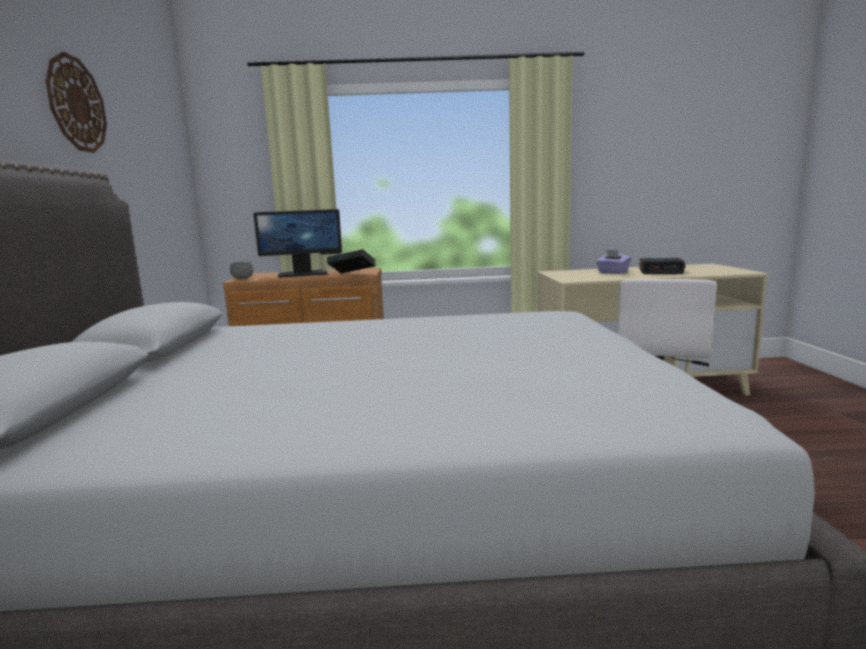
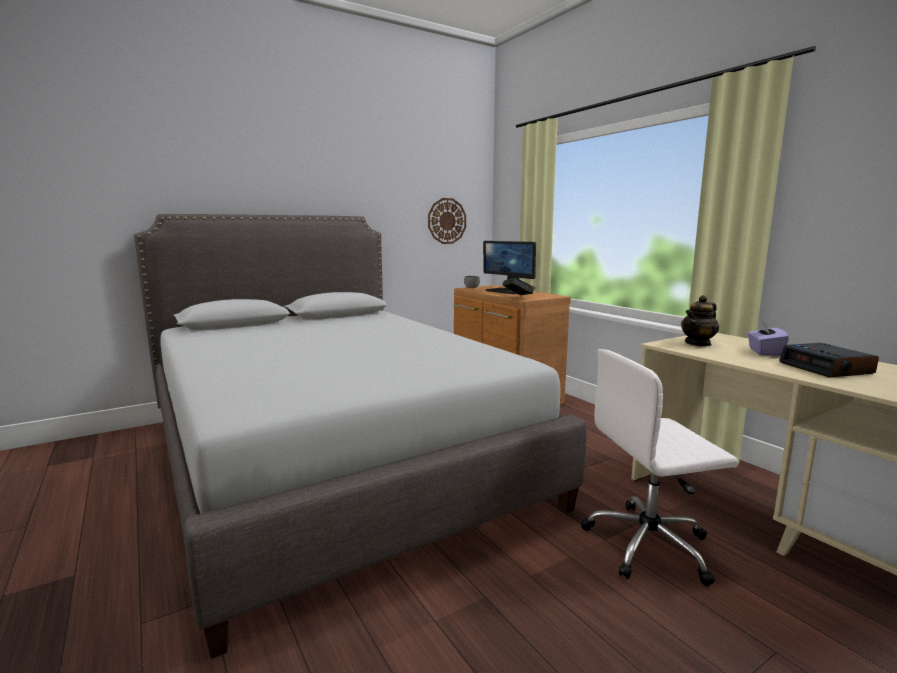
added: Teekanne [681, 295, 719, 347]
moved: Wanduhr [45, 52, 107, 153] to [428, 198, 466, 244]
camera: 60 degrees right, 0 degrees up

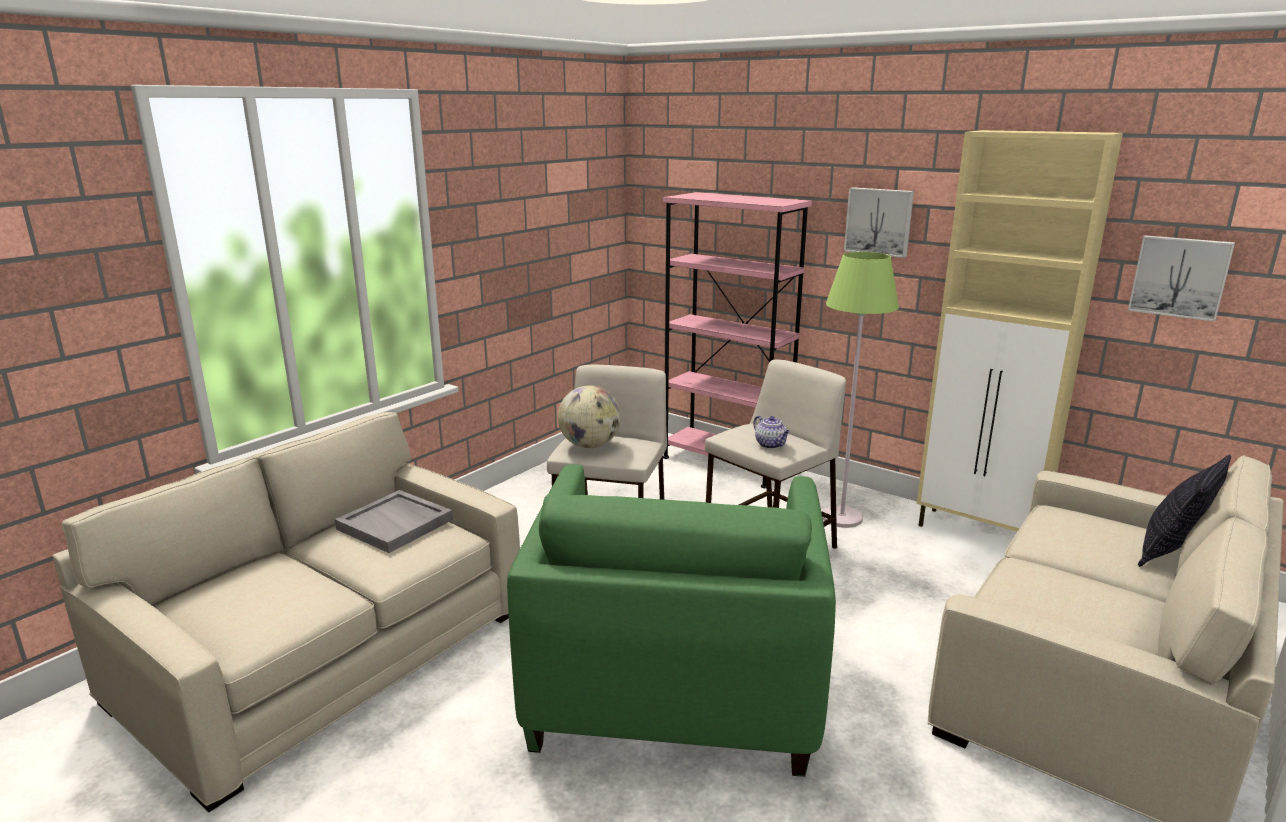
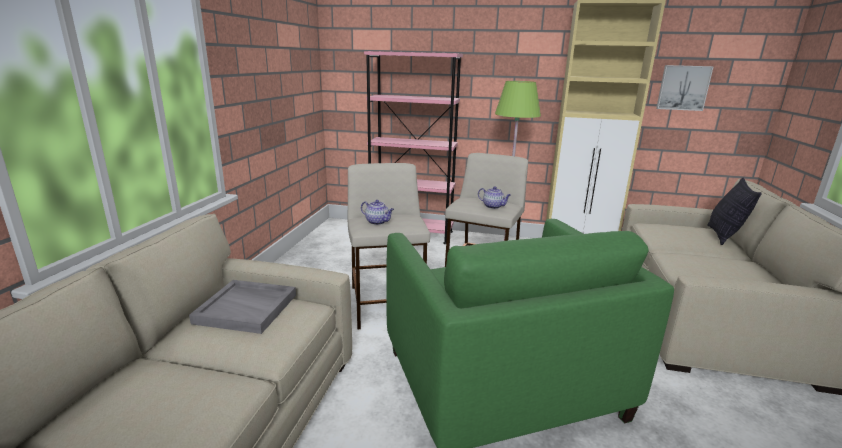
removed: Bild [844, 187, 914, 258]
replaced: Globus [558, 385, 621, 448] to Teekanne [361, 200, 394, 225]
camera: 25 degrees left, 0 degrees up

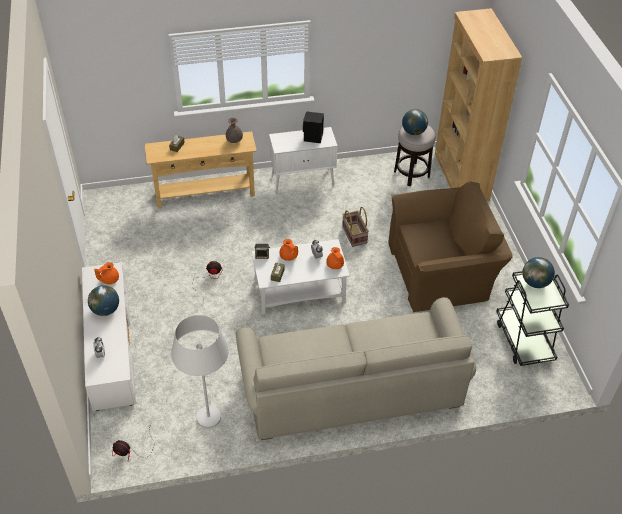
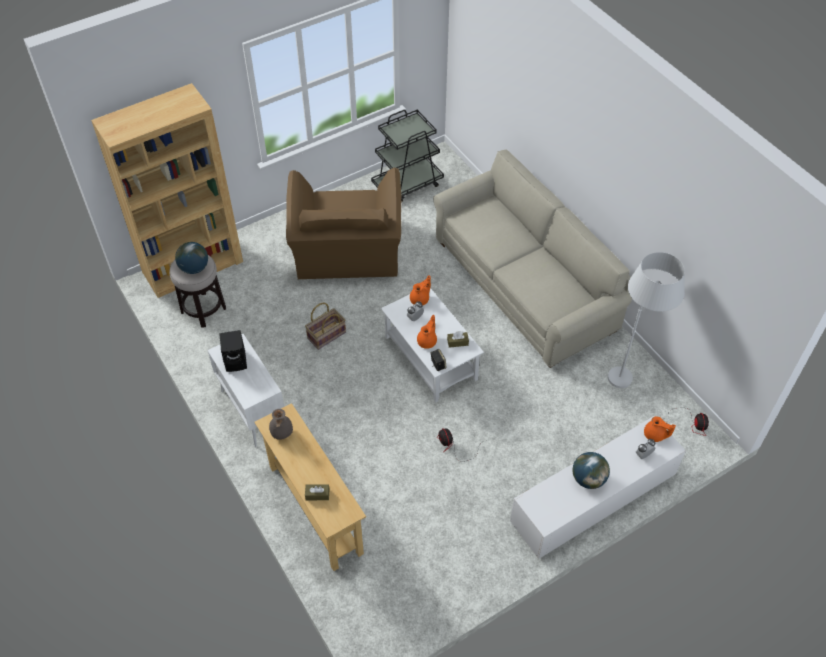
removed: Globus [523, 257, 555, 288]
moved: Teekanne/orange [94, 262, 119, 284] to [644, 416, 676, 442]
turned: Sessel/braun [388, 181, 513, 312] = [286, 167, 401, 279] 150 degrees counterclockwise
camera: 110 degrees left, 5 degrees up

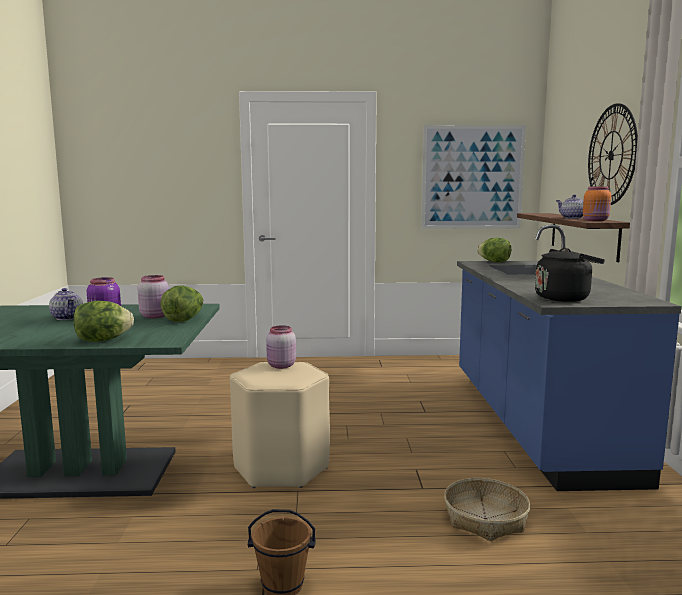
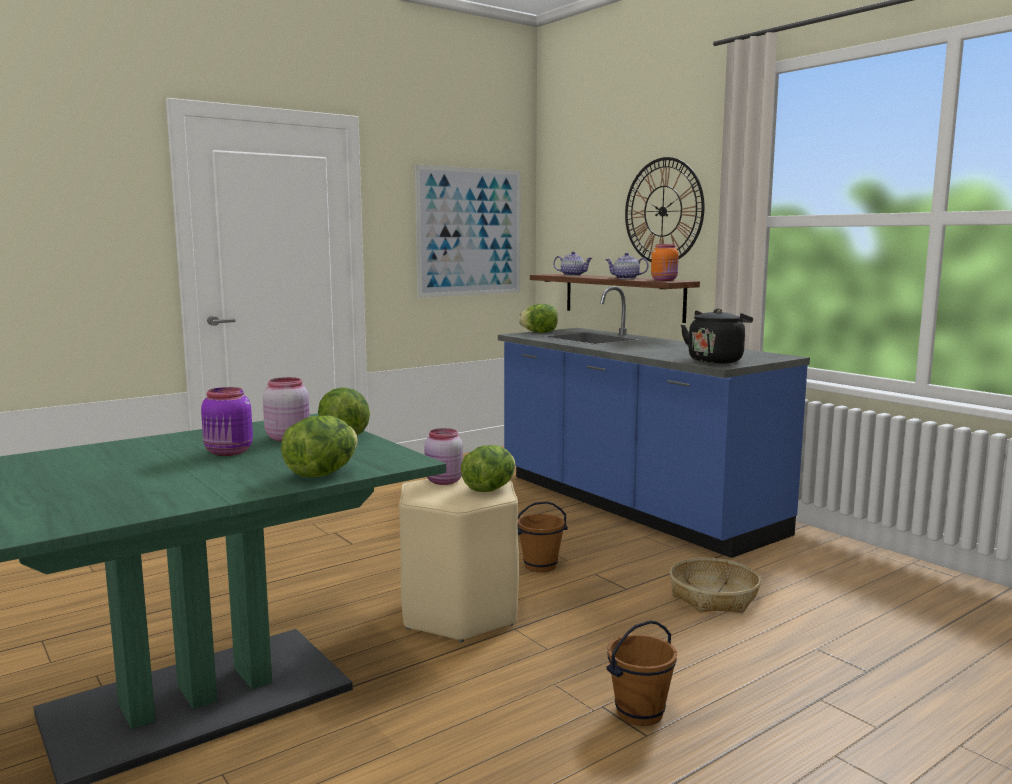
added: Salatkopf [461, 445, 515, 492]; Eimer/braun [518, 501, 568, 572]
moved: Teekanne [49, 288, 83, 320] to [553, 252, 593, 276]
camera: 35 degrees left, 0 degrees up

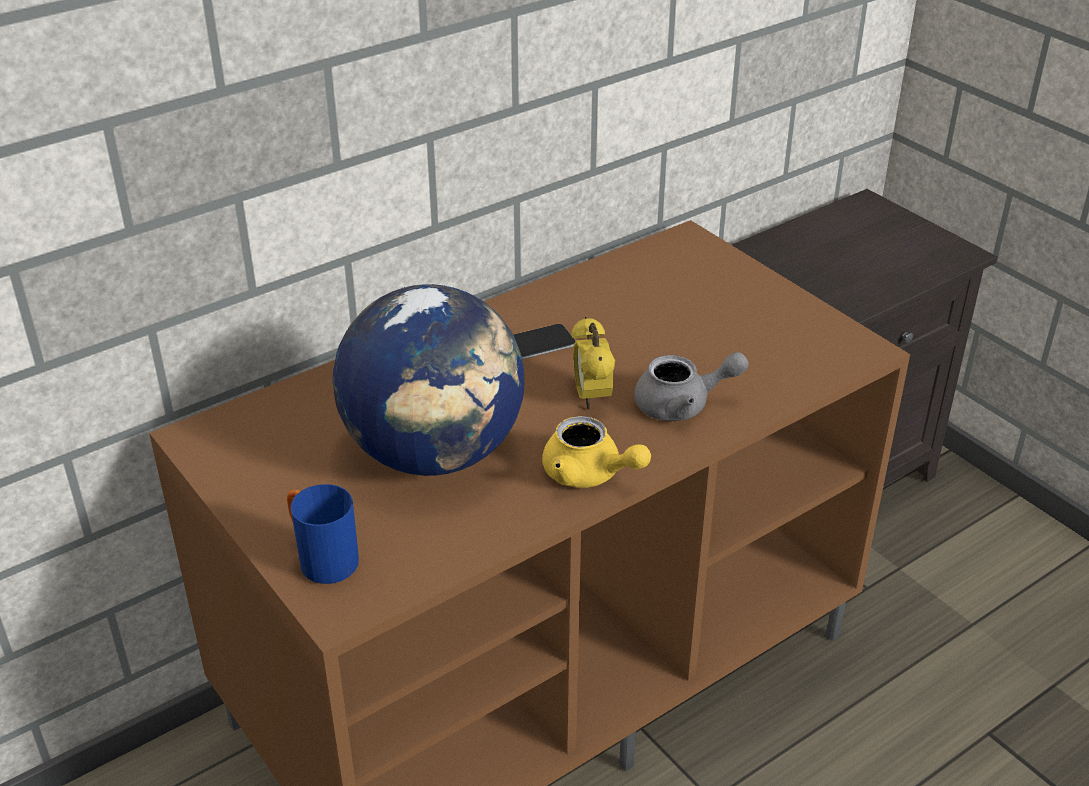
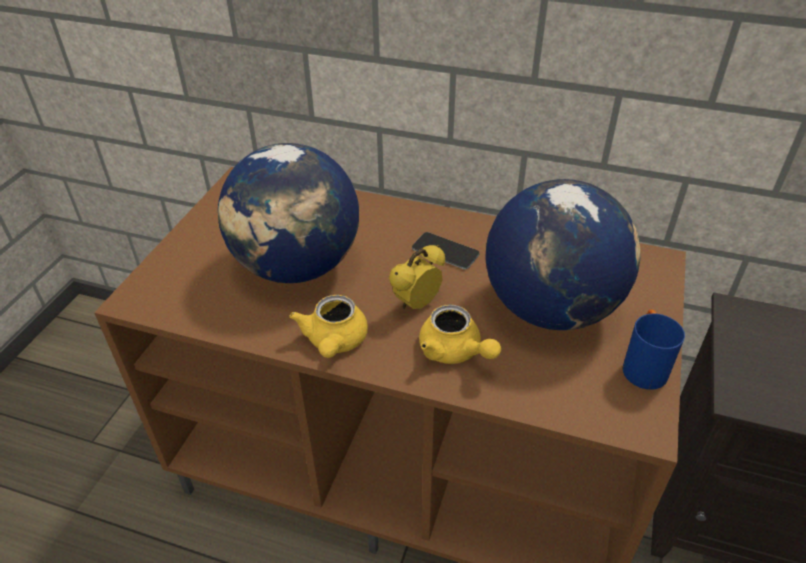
added: Globus [485, 179, 641, 330]
moved: Henkelbecher/blau [287, 484, 359, 584] to [622, 309, 685, 390]
recoloured: Teekanne/grau [634, 352, 749, 421] to Teekanne/gelb [419, 305, 501, 364]
camera: 55 degrees right, 5 degrees up

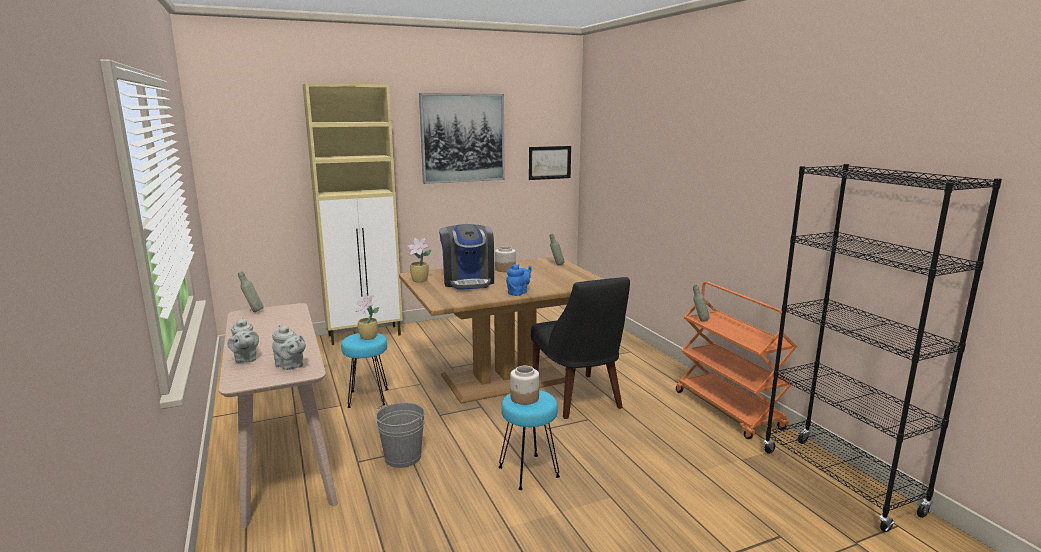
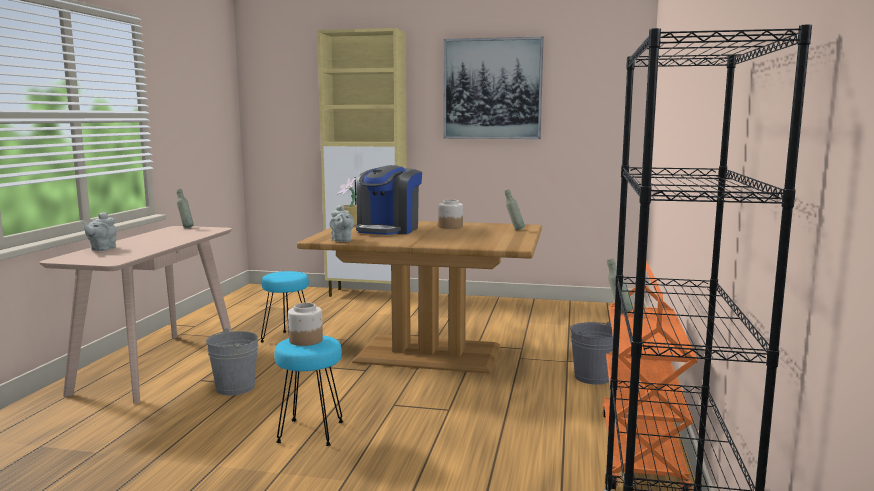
removed: Bild [529, 146, 571, 180]; Teekanne/blau [506, 264, 532, 296]; Stuhl/schwarz [531, 277, 630, 419]; Topfpflanze [356, 294, 379, 340]
added: Eimer/grau [570, 322, 613, 385]
moved: Teekanne/grau [272, 325, 306, 370] to [330, 204, 355, 242]
camera: 35 degrees right, 5 degrees down

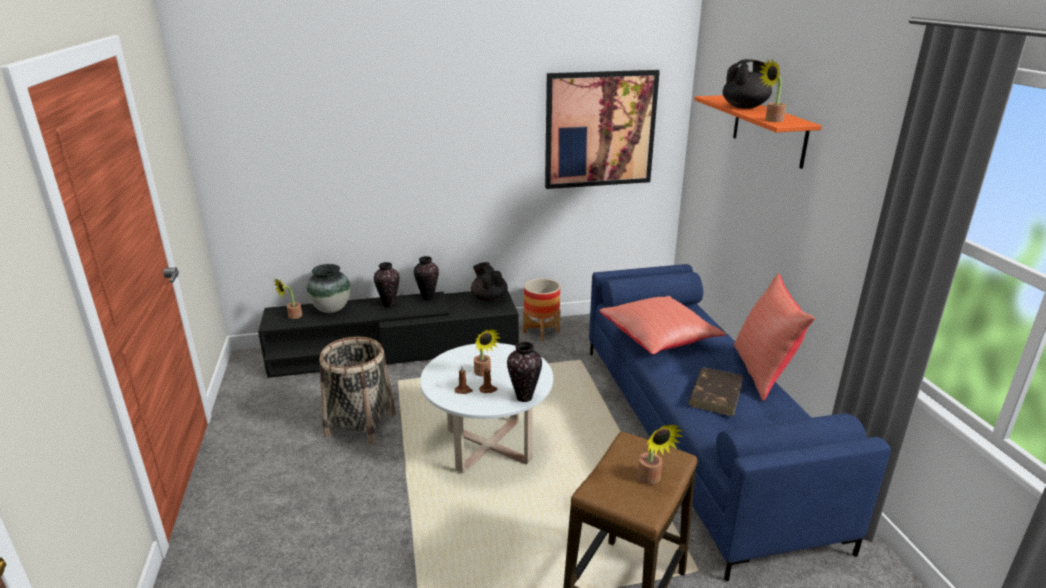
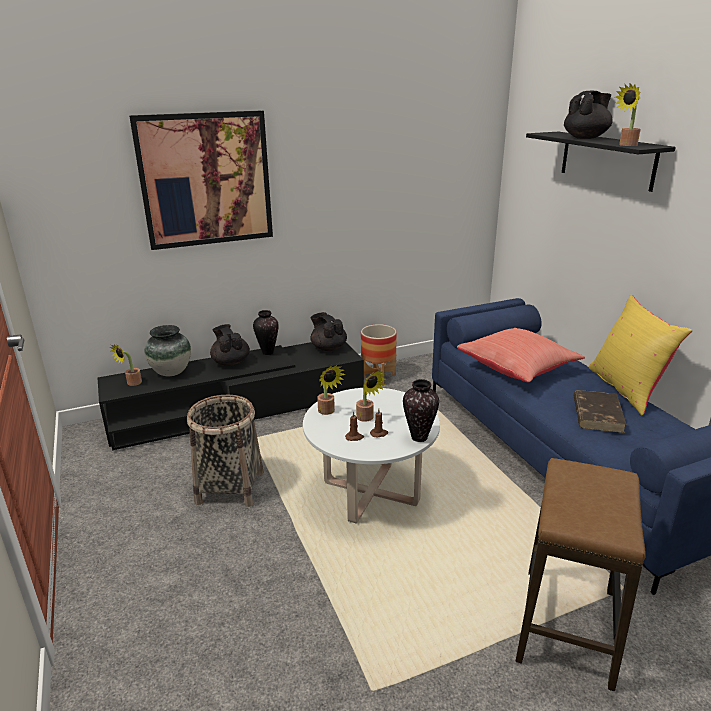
moved: Bild [545, 70, 660, 189] to [129, 110, 273, 250]; Topfpflanze [637, 424, 683, 484] to [317, 365, 345, 415]
replaced: Vase [374, 262, 399, 307] to Teekanne/schwarz [210, 324, 250, 366]
recoloured: Wandregal/orange [694, 95, 822, 169] to Wandregal/schwarz [526, 132, 676, 192]; Kissen/rot [734, 274, 815, 401] to Kissen/gelb [589, 295, 692, 416]
camera: 10 degrees left, 0 degrees up

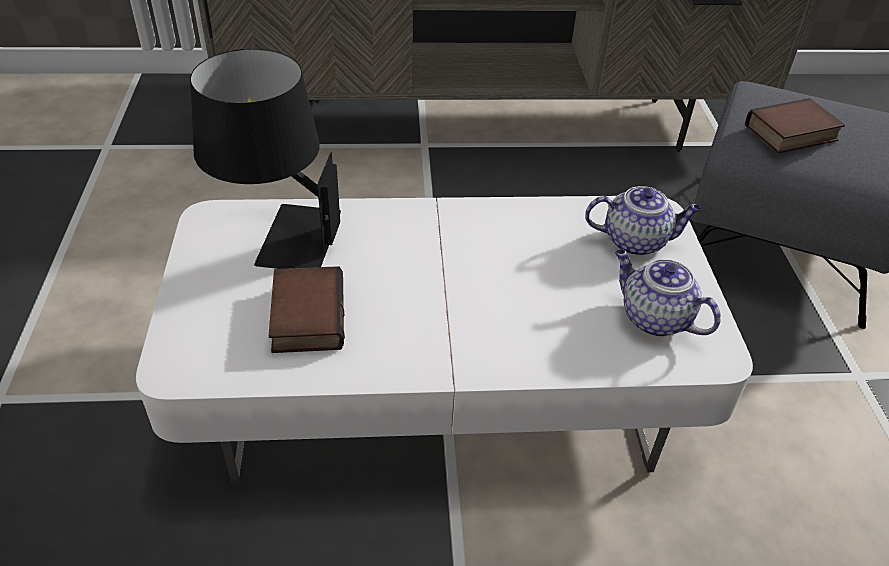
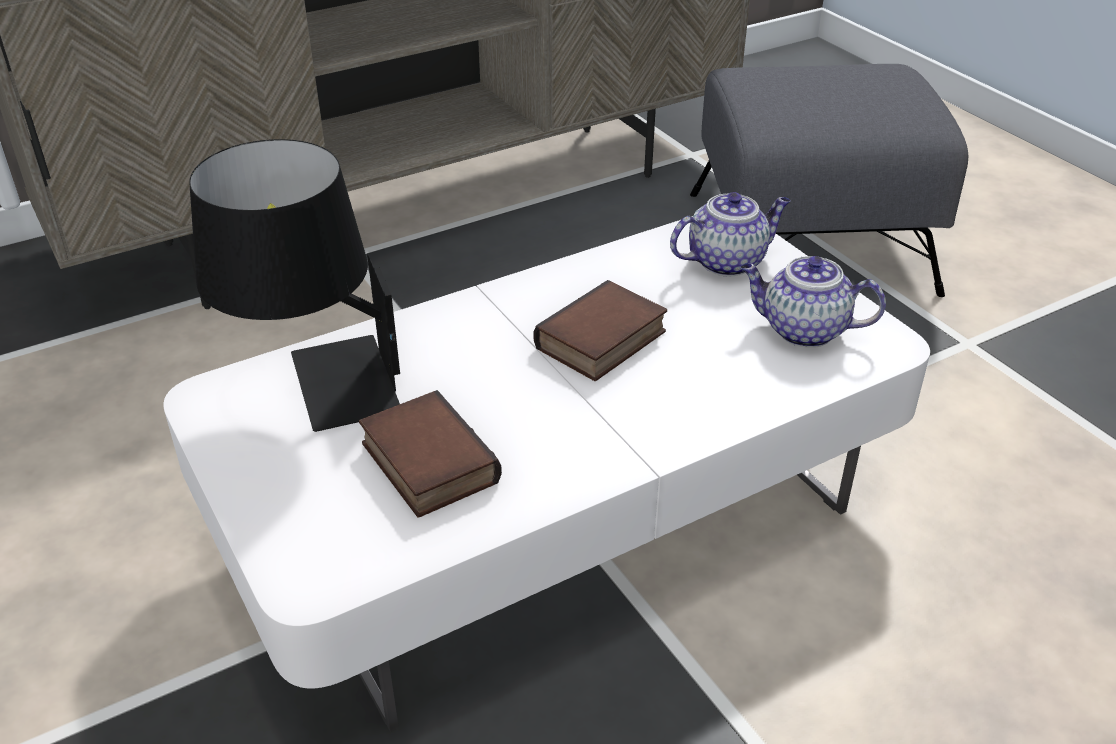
moved: Buch [745, 98, 845, 154] to [534, 280, 667, 381]
camera: 25 degrees left, 5 degrees down

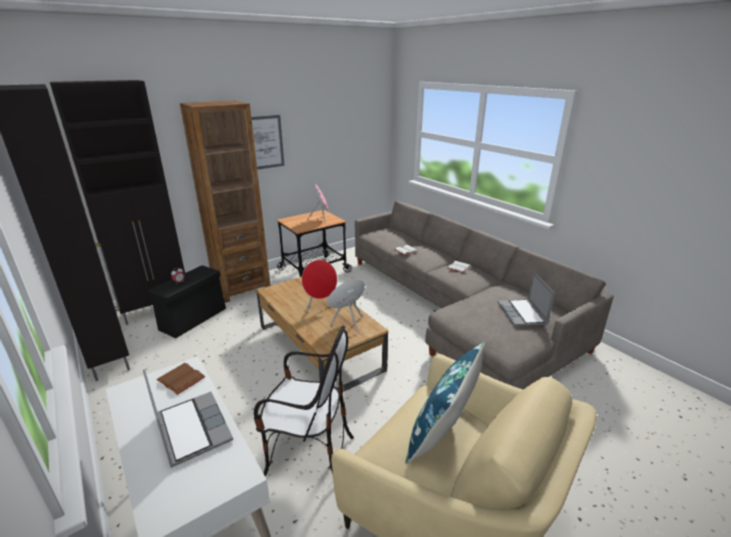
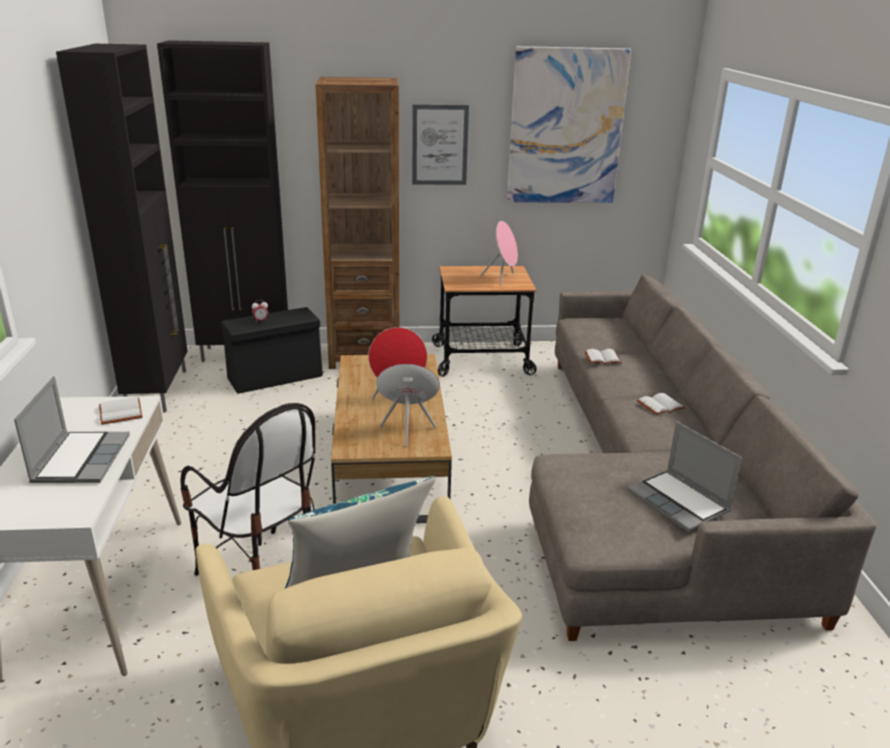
added: Bild [507, 46, 631, 203]
recoloured: Buch/braun [156, 363, 205, 395] to Buch/weiß [99, 397, 142, 425]
turned: Laptop [498, 271, 555, 326] = [627, 421, 742, 532] 60 degrees counterclockwise
camera: 30 degrees right, 0 degrees up

